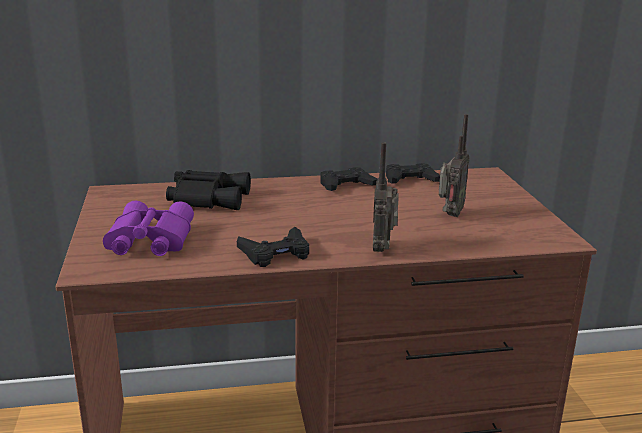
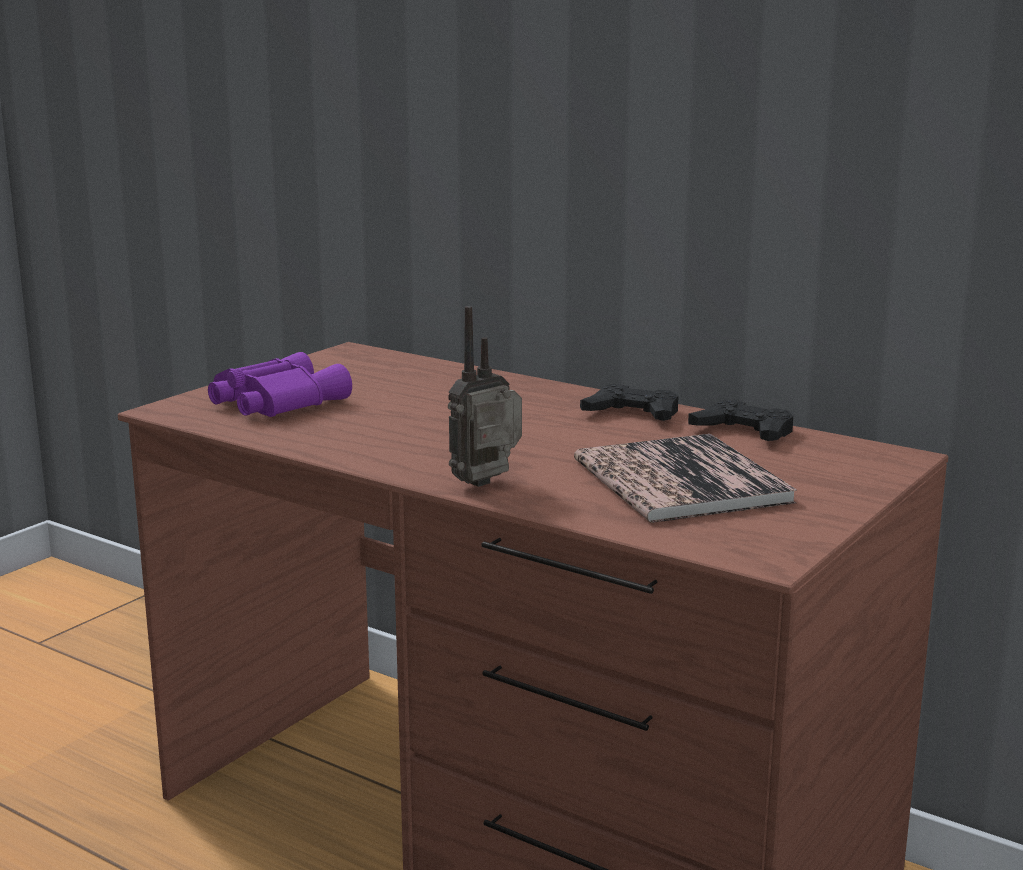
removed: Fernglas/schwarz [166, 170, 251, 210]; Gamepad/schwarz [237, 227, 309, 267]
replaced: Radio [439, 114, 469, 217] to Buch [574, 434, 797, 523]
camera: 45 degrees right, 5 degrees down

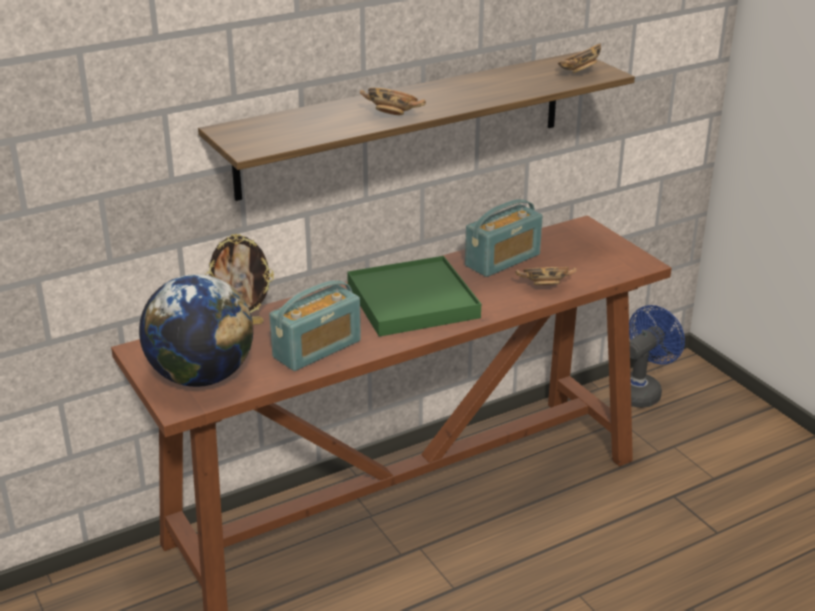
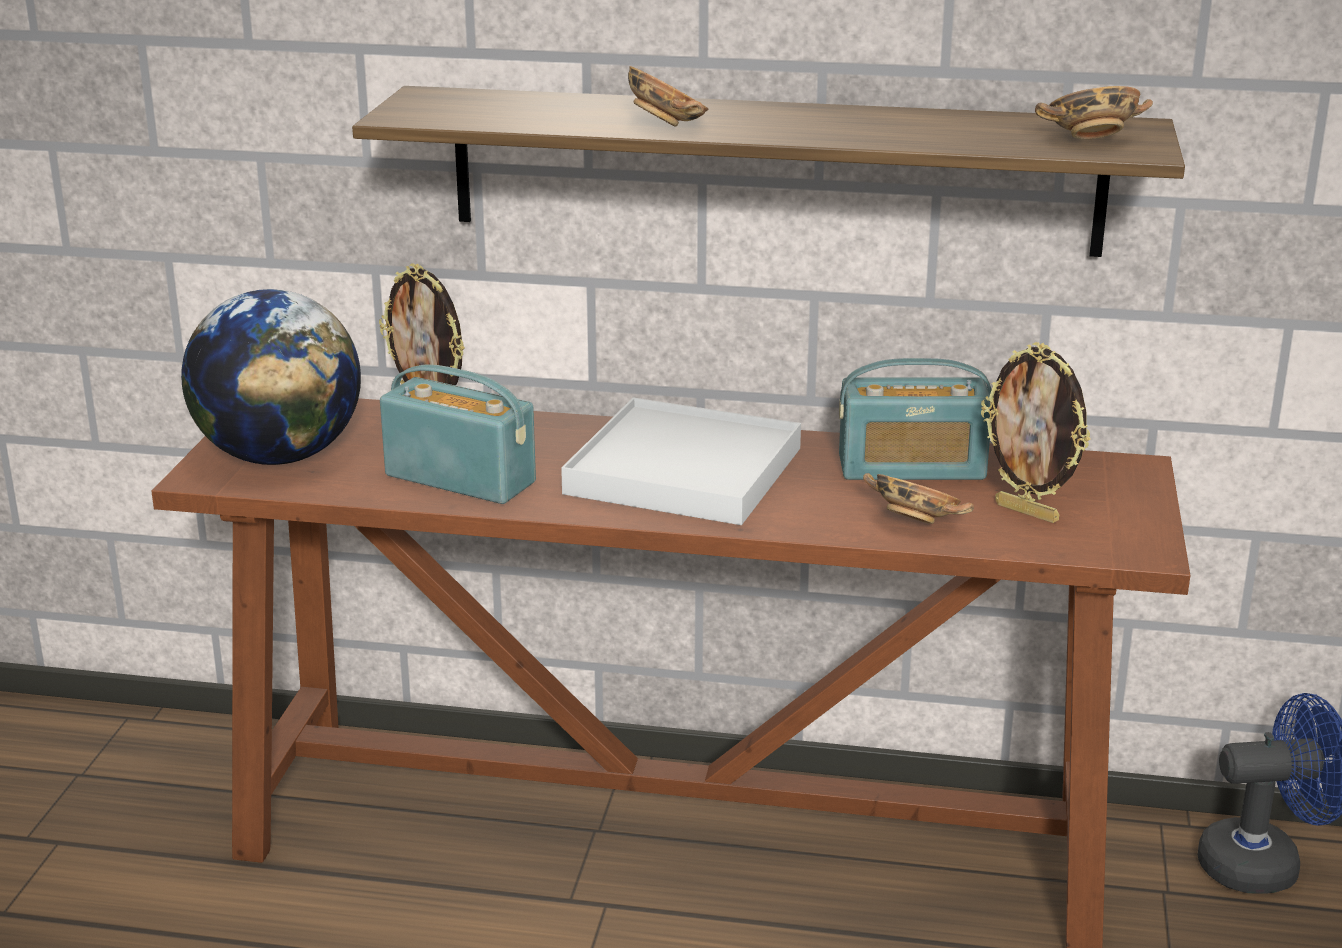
added: Bilderrahmen [981, 342, 1090, 523]
recoloured: Tablett/grün [347, 256, 481, 337] to Tablett/weiß [561, 398, 801, 525]
turned: Radio [269, 281, 361, 371] = [380, 364, 536, 504] 150 degrees counterclockwise
camera: 40 degrees right, 5 degrees down

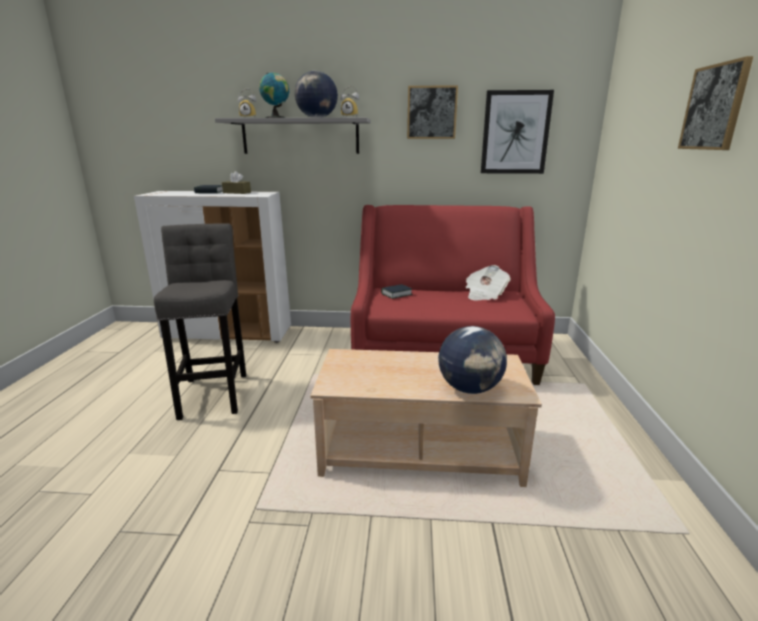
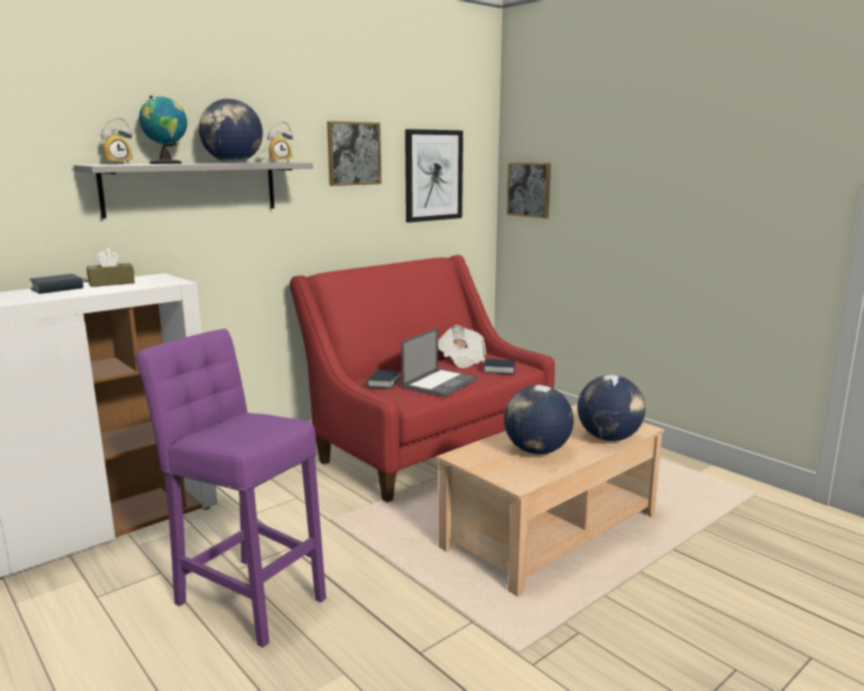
added: Laptop [401, 328, 478, 397]; Buch [484, 359, 515, 374]; Globus [504, 385, 574, 455]
moved: Bild [678, 56, 754, 150] to [507, 162, 551, 219]
recoloured: Hocker/grau [154, 224, 246, 420] to Hocker/lila [136, 329, 326, 647]
camera: 45 degrees left, 5 degrees down

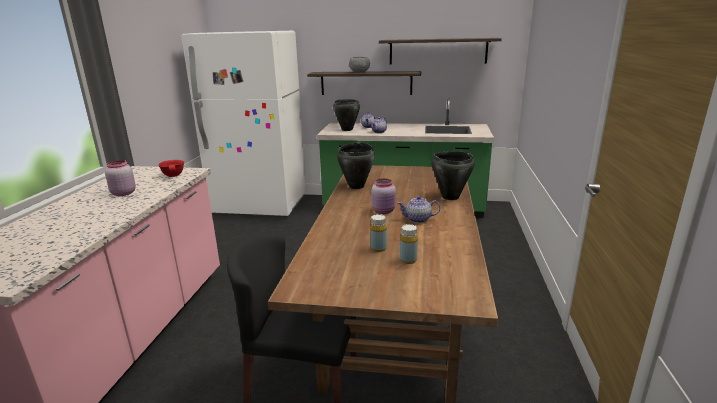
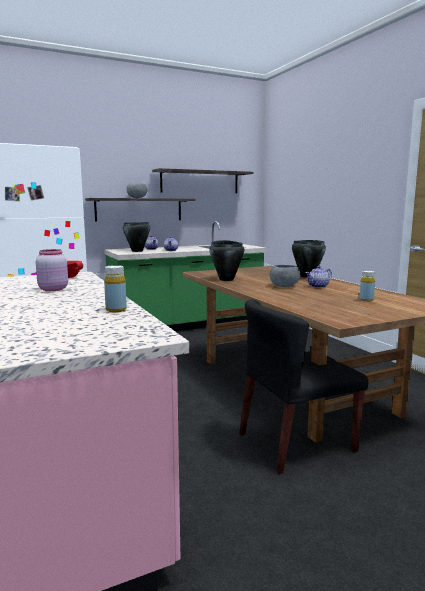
moved: Flasche/gelb [370, 214, 387, 252] to [104, 265, 127, 312]
replaced: Vorratsglas/rosa [371, 178, 396, 214] to Schüssel/grau [270, 265, 300, 287]
camera: 35 degrees left, 10 degrees down

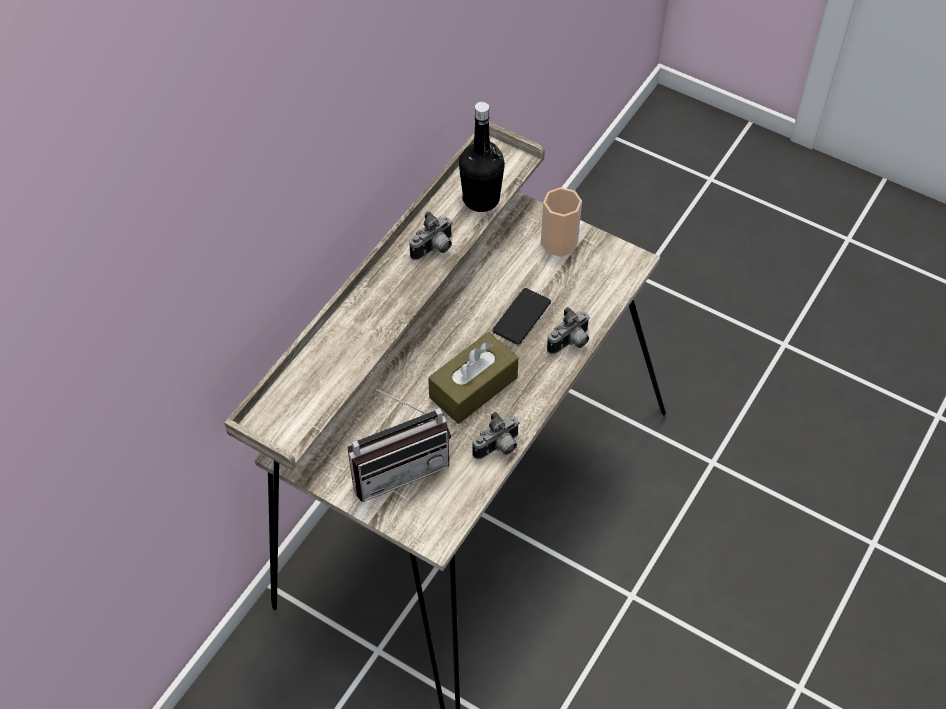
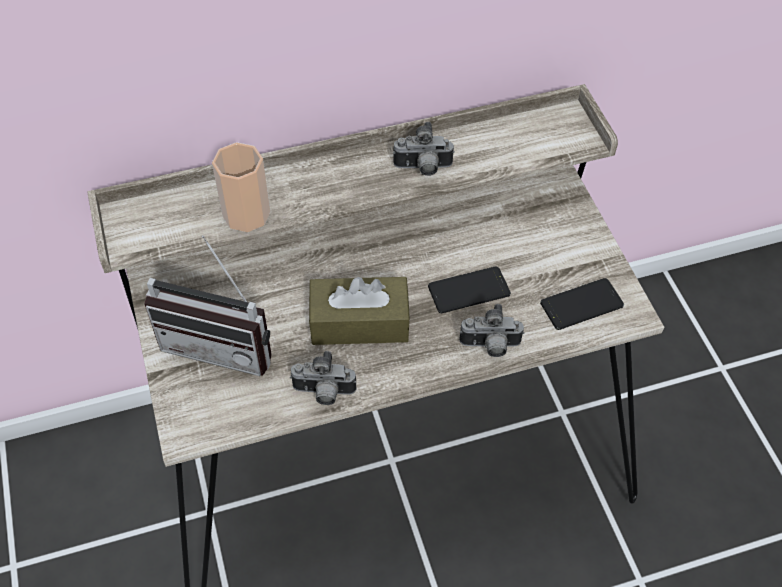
removed: Flasche/schwarz [459, 102, 505, 212]
added: Handy [540, 278, 624, 330]
moved: Tasse [541, 187, 582, 257] to [212, 142, 270, 232]
camera: 40 degrees right, 0 degrees up

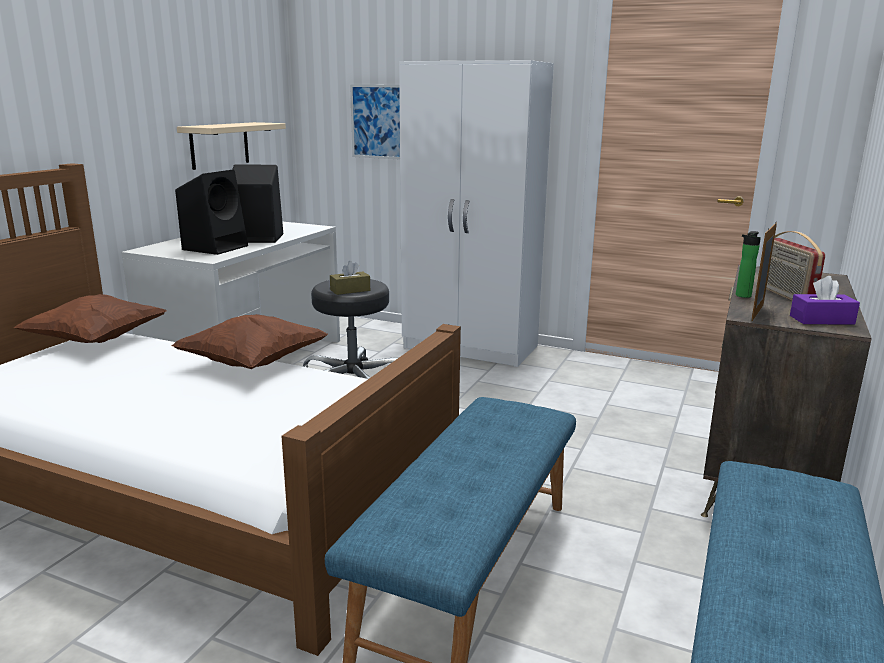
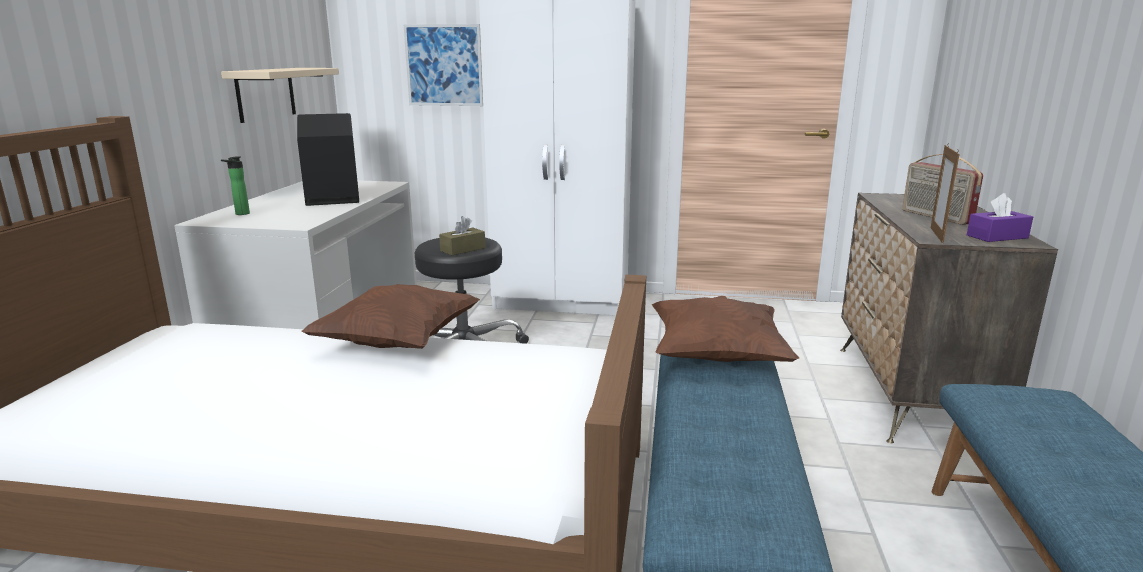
removed: Lautsprecher/schwarz [175, 170, 248, 255]
moved: Flasche [736, 231, 761, 298] to [221, 156, 250, 215]; Kissen/braun [13, 294, 166, 343] to [652, 296, 799, 362]
camera: 15 degrees left, 0 degrees up

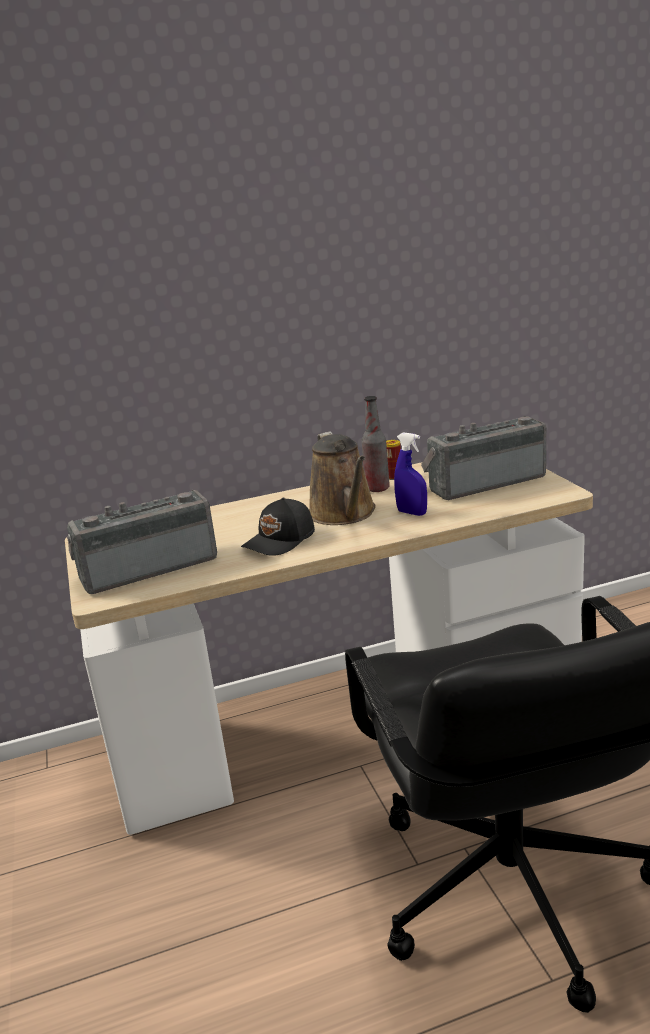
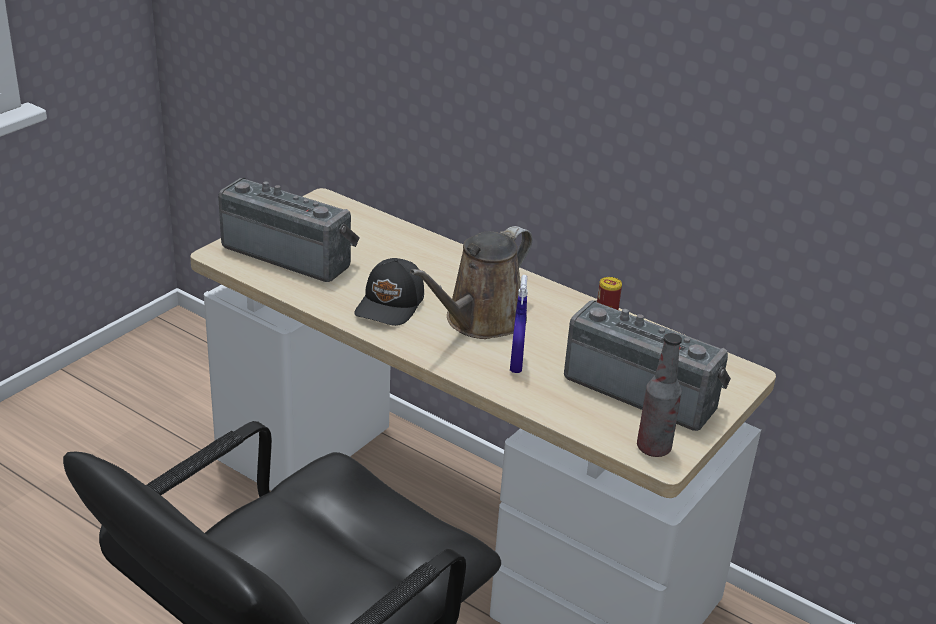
moved: Flasche [361, 396, 390, 492] to [637, 333, 682, 457]
turned: Kappe/schwarz [241, 497, 315, 556] = [354, 258, 424, 326] 75 degrees counterclockwise
camera: 50 degrees right, 10 degrees up

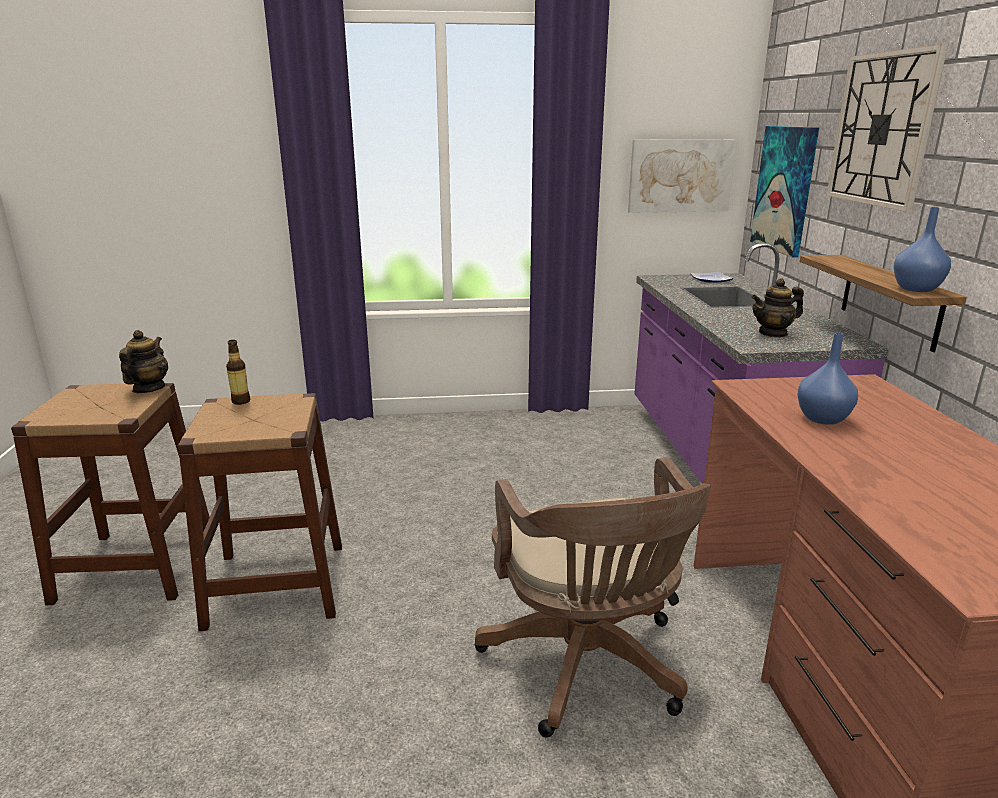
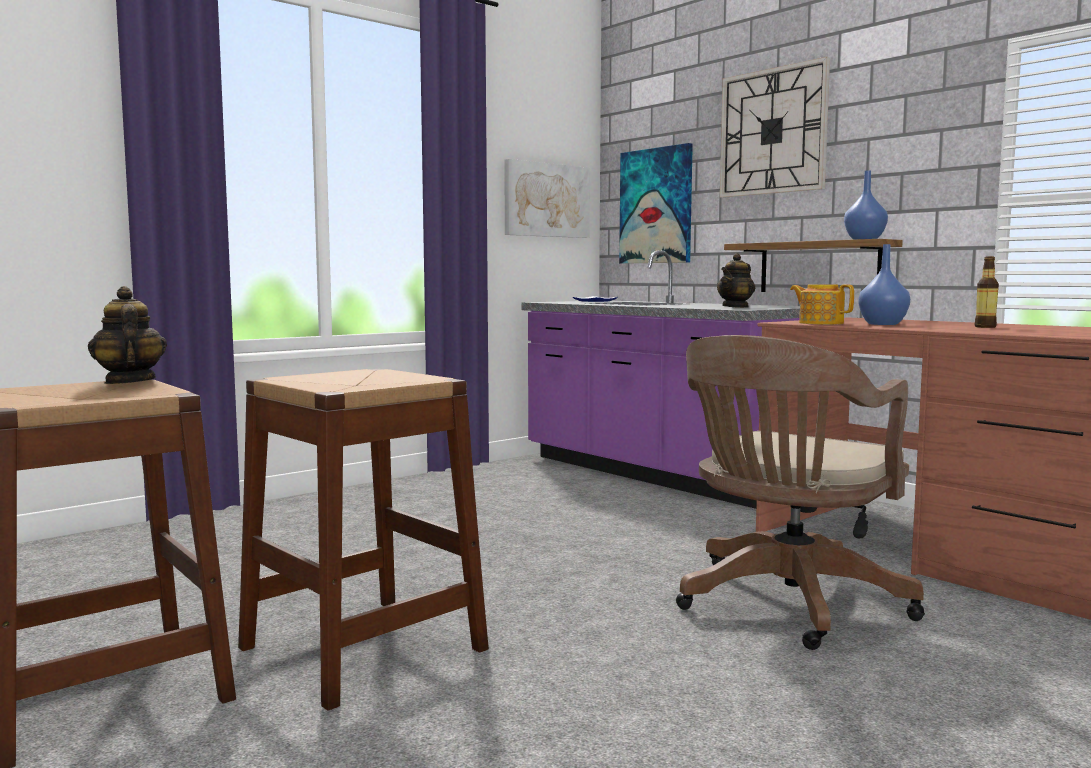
added: Teekanne [790, 284, 854, 325]
moved: Flasche [226, 340, 250, 405] to [975, 256, 999, 328]
turned: Bürostuhl/braun [475, 457, 711, 738] = [676, 335, 925, 650] 90 degrees clockwise
camera: 35 degrees left, 15 degrees down

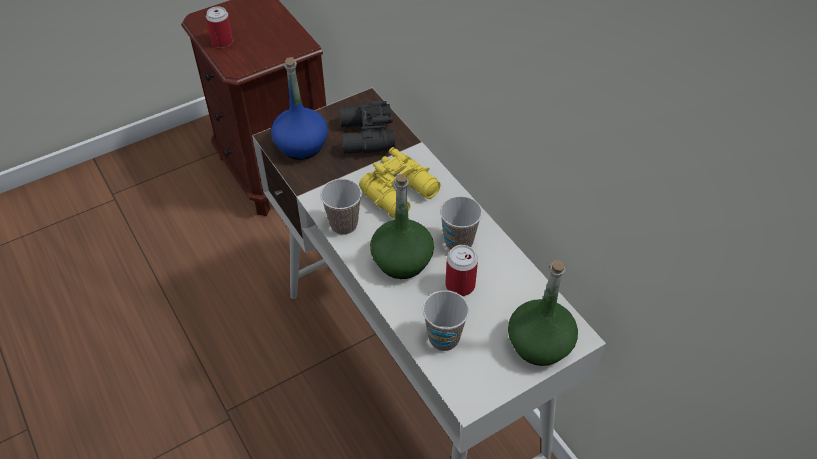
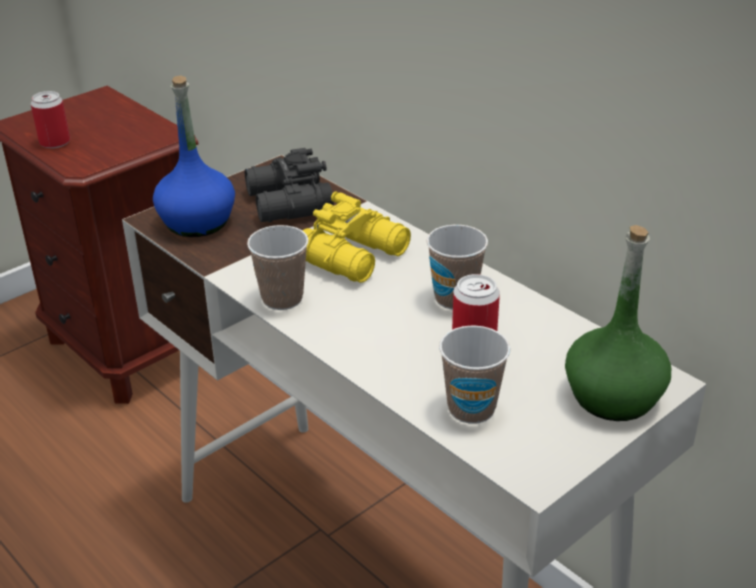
removed: Flasche/grün [370, 174, 434, 279]
camera: 10 degrees left, 15 degrees down

